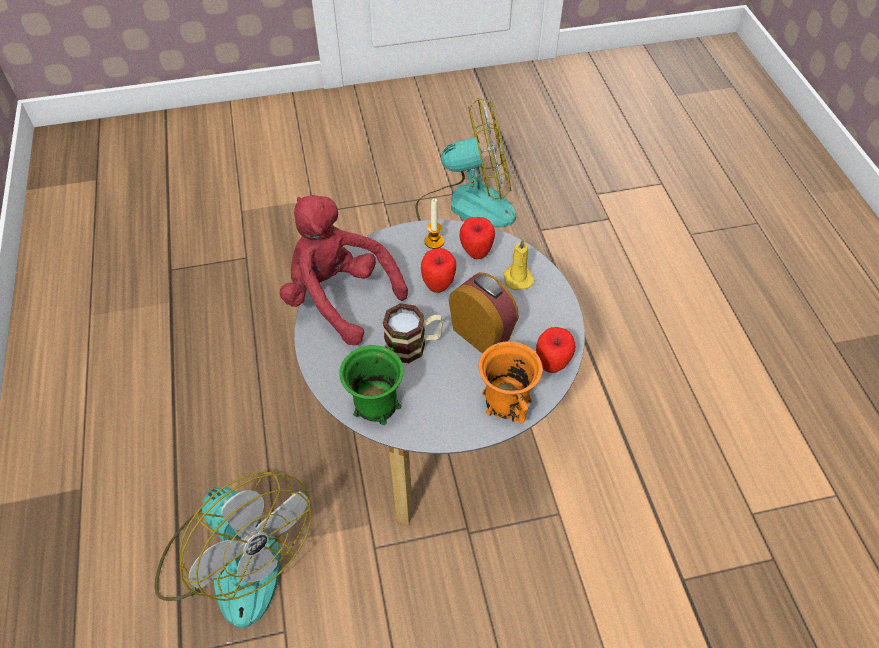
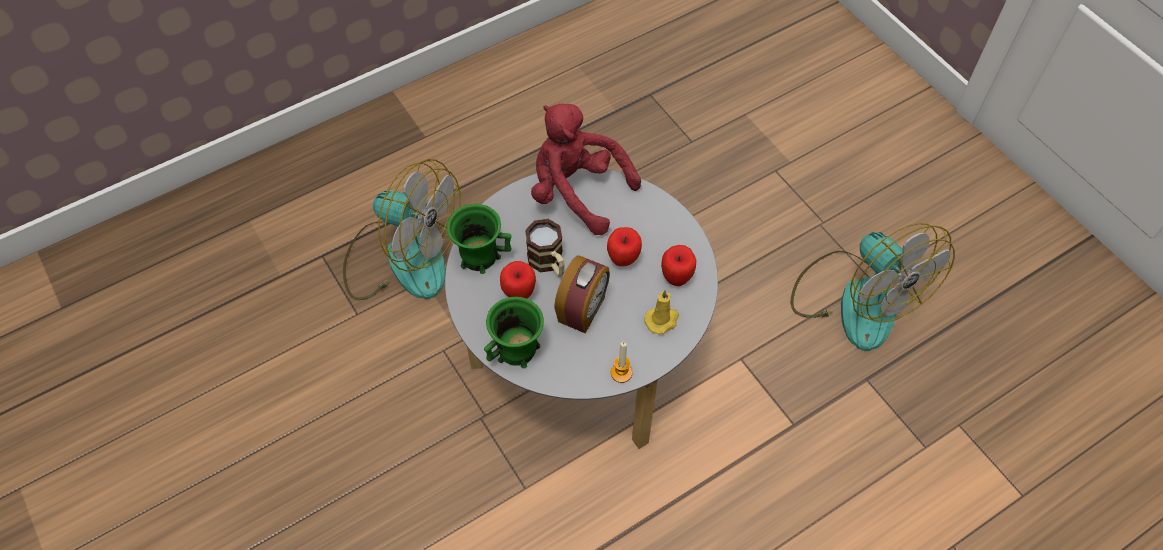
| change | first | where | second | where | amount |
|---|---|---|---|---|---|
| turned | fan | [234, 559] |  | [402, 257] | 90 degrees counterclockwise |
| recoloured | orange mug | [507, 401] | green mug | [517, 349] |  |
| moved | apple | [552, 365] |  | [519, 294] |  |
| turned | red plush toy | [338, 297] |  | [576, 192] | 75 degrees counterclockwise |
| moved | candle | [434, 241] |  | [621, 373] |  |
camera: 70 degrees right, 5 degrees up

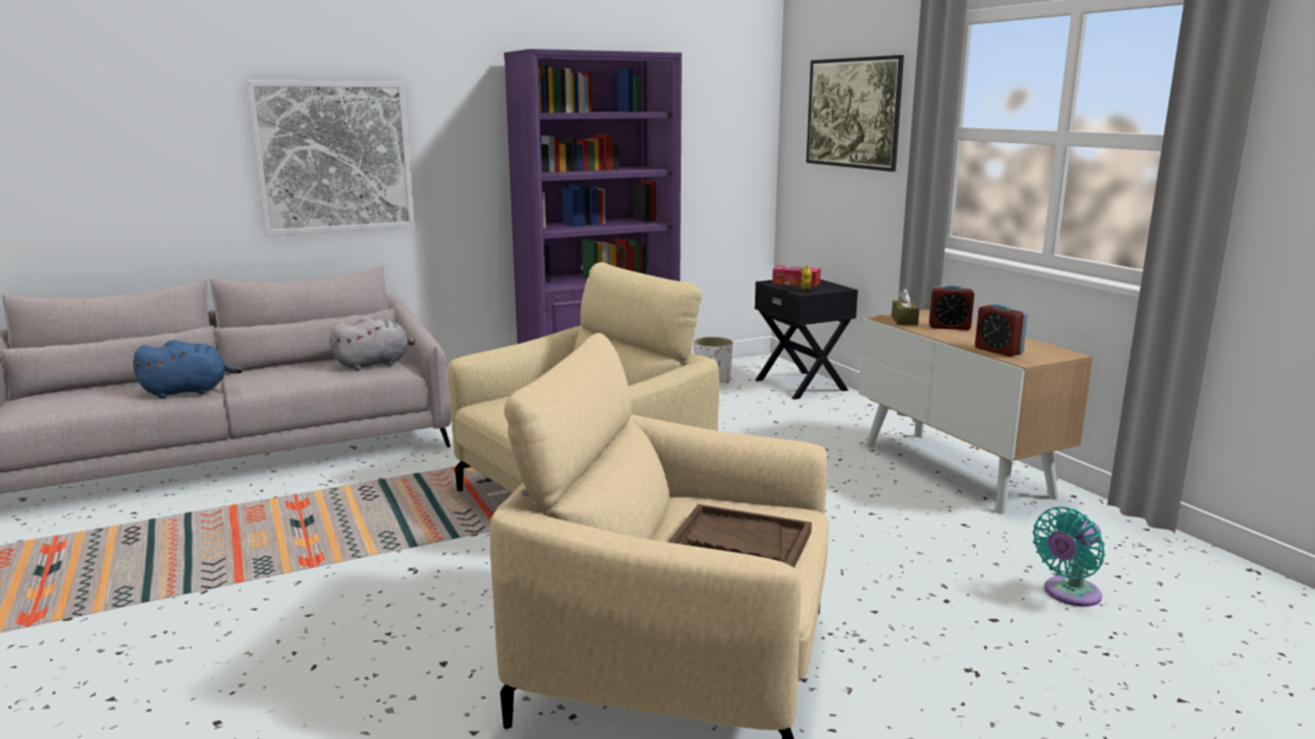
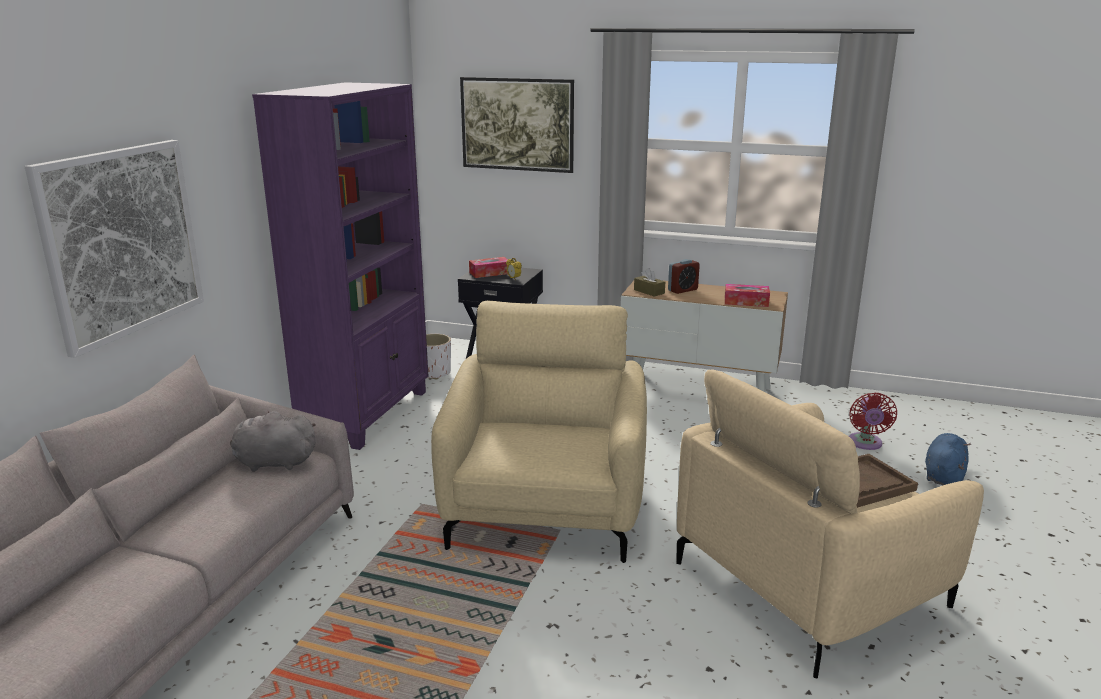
| change | first | where | second | where | amount |
|---|---|---|---|---|---|
| turned | grey plush toy | [375, 364] |  | [272, 463] | 105 degrees counterclockwise |
| replaced | alarm clock | [998, 351] | tissue box | [746, 302] |  |
| recoloured | turquoise fan | [1068, 594] | red fan | [865, 444] |  |
| moved | blue plush toy | [189, 391] |  | [943, 476] |  |
camera: 45 degrees left, 5 degrees up

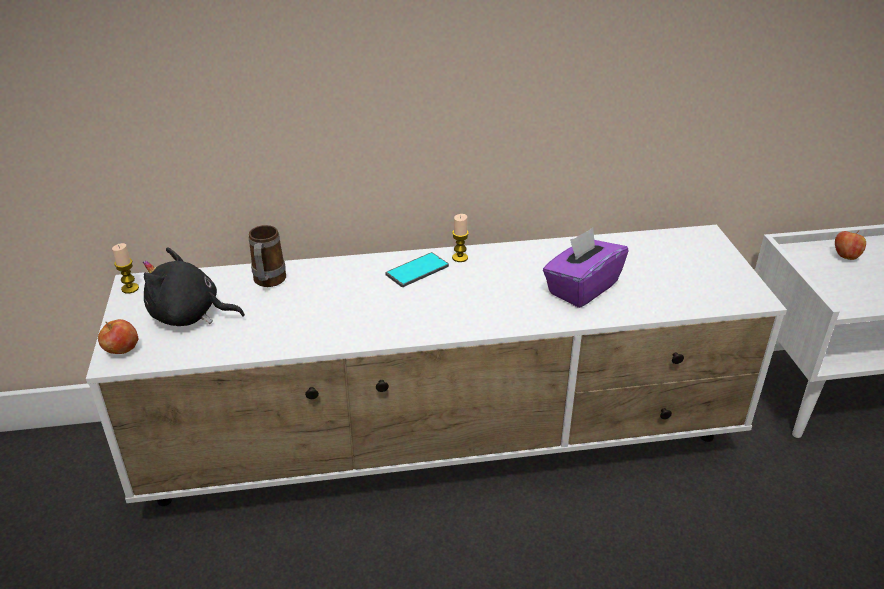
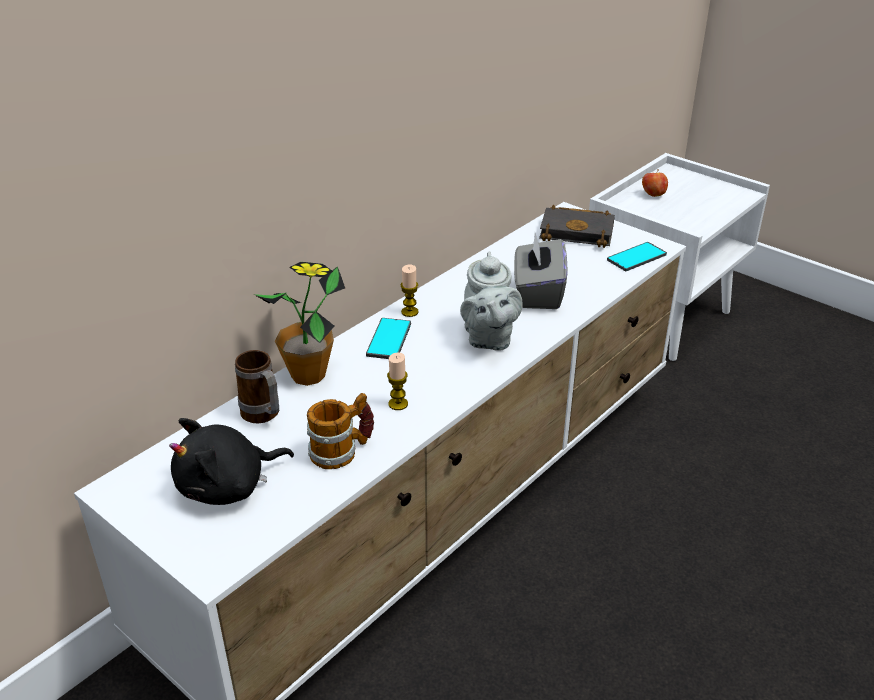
| change | first | where | second | where | amount |
|---|---|---|---|---|---|
| added |  |  | potted plant | [308, 375] |  |
| added |  |  | mug | [342, 451] |  |
| moved | candle | [130, 288] |  | [398, 404] |  |
| added |  |  | grey teapot | [488, 339] |  |
| recoloured | purple tissue box | [582, 288] | grey tissue box | [538, 293] |  |
| added |  |  | black book | [579, 232] |  |
| added |  |  | phone | [636, 257] |  |
| removed | apple | [122, 351] |  |  |  |
camera: 40 degrees left, 0 degrees up

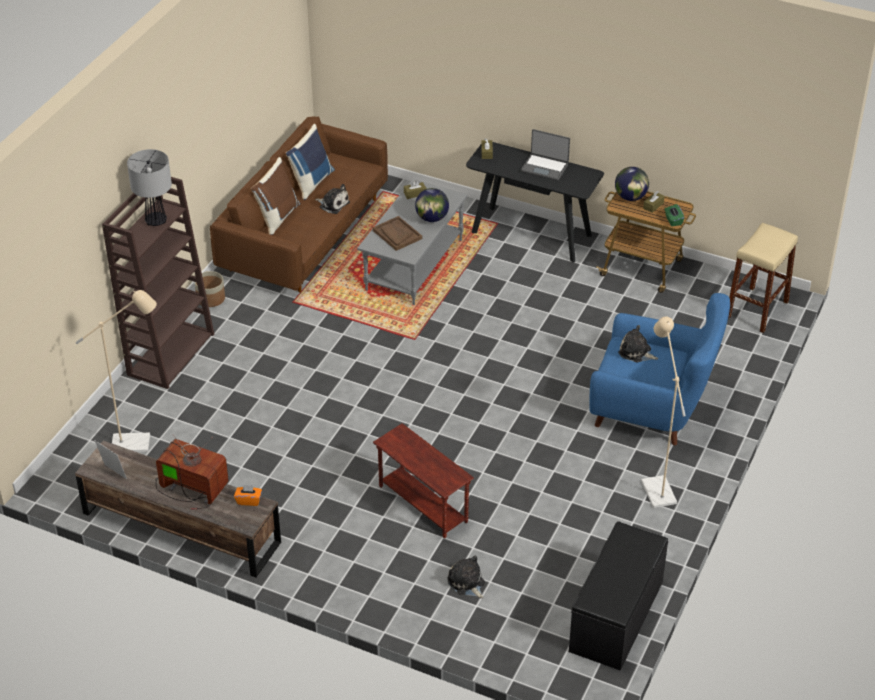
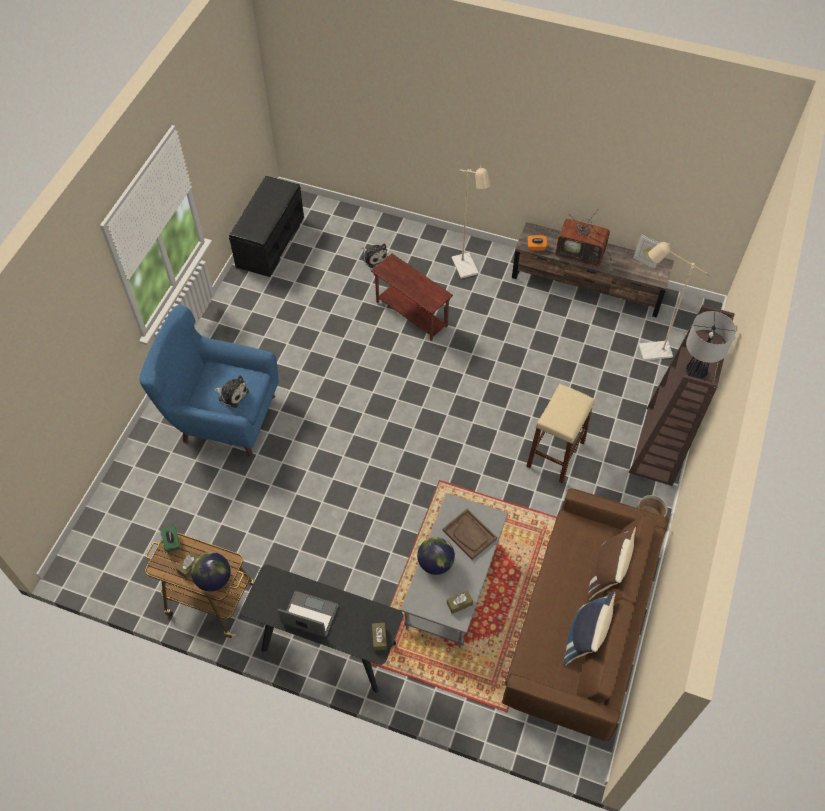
| change | first | where | second | where | amount |
|---|---|---|---|---|---|
| moved | beige floor lamp | [656, 486] |  | [467, 270] |  |
| moved | beige stool | [757, 309] |  | [555, 454] |  |
| removed | plush toy | [333, 204] |  |  |  |
camera: 175 degrees right, 15 degrees up

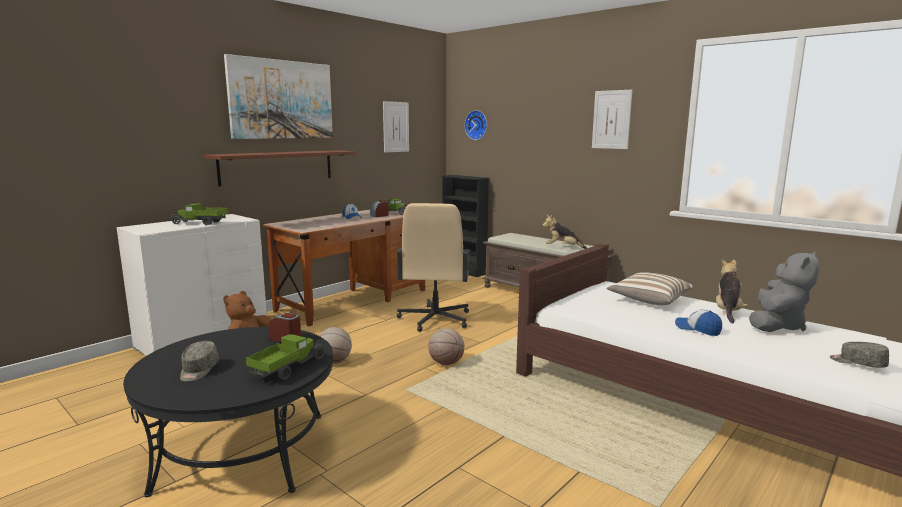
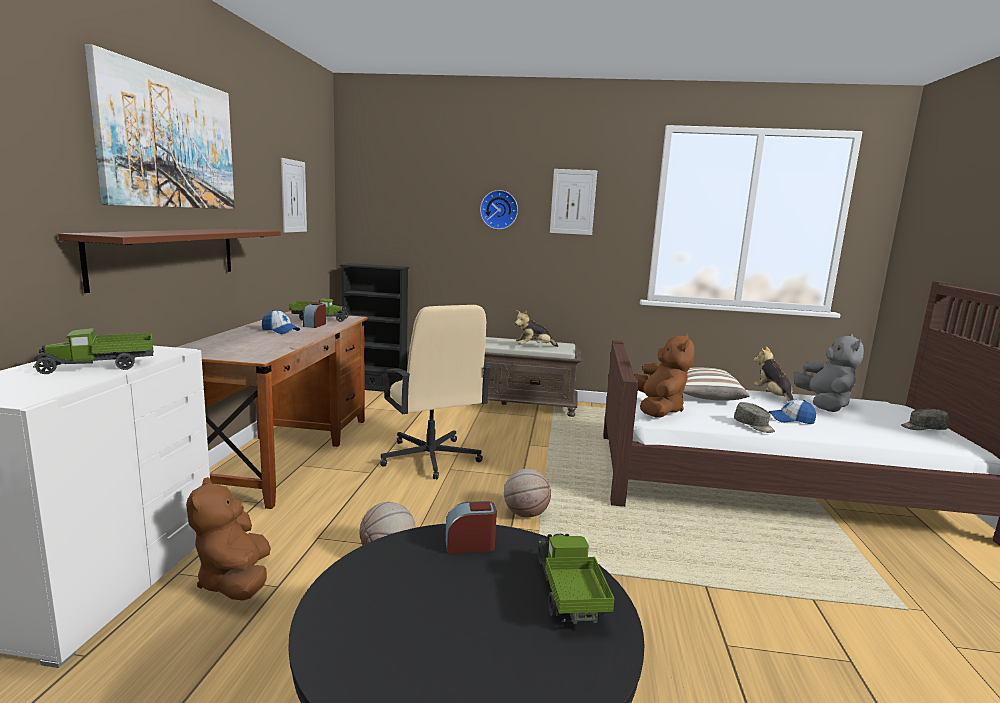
| change | first | where | second | where | amount |
|---|---|---|---|---|---|
| moved | wall clock | [477, 125] |  | [499, 209] |  |
| added |  |  | brown plush toy | [658, 409] |  |
| moved | grey cap | [198, 370] |  | [754, 426] |  |
camera: 35 degrees left, 0 degrees up

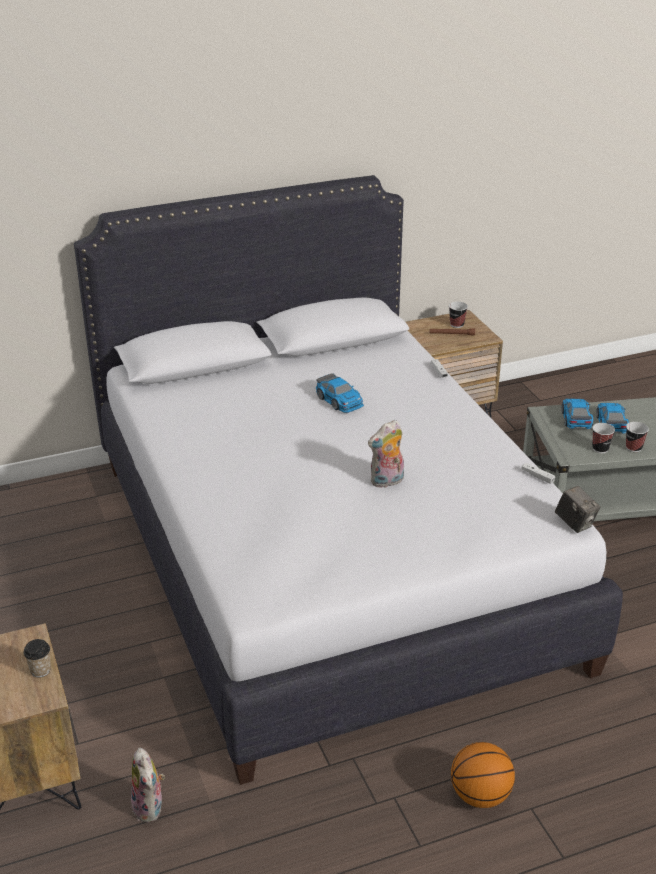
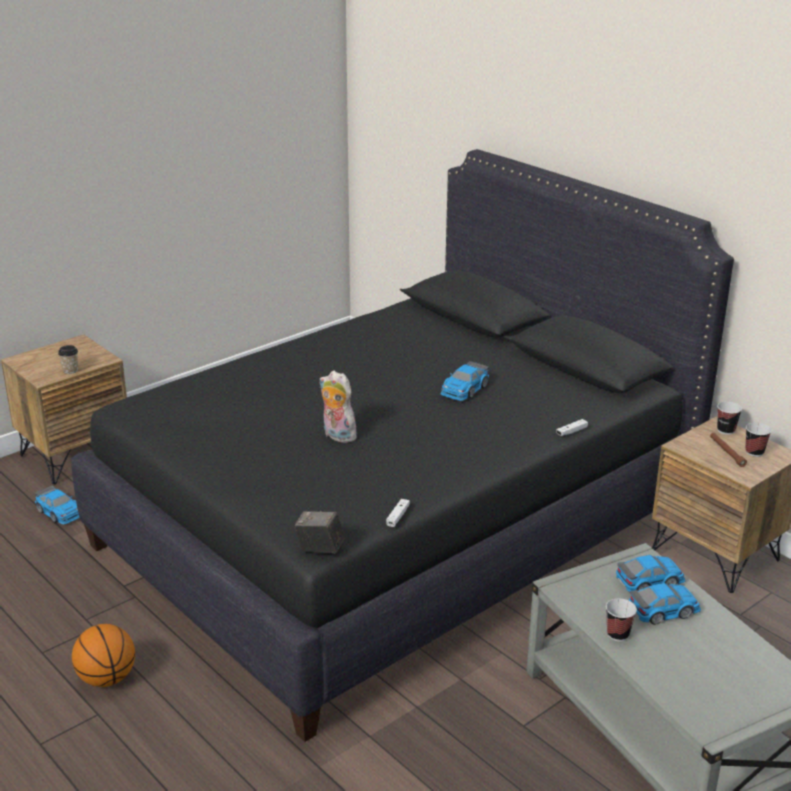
| change | first | where | second | where | amount |
|---|---|---|---|---|---|
| replaced | plush toy | [150, 808] | toy car | [59, 512] |  |
| recoloured | white bed | [326, 560] | black bed | [395, 528] |  |
| turned | photo camera | [575, 523] |  | [320, 549] | 75 degrees clockwise |
| moved | cup | [600, 449] |  | [726, 430] |  |
camera: 70 degrees right, 5 degrees down

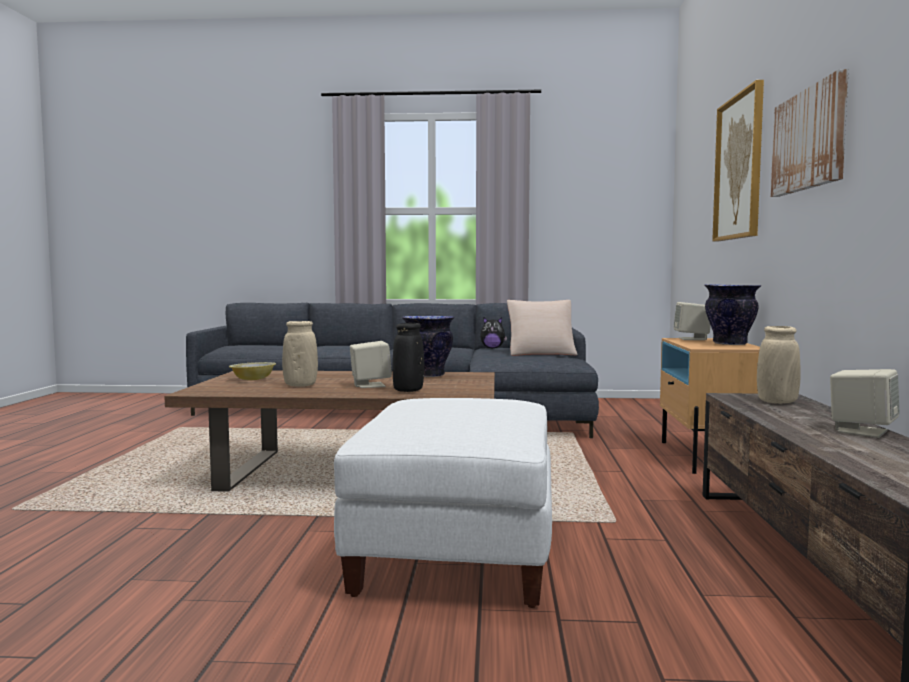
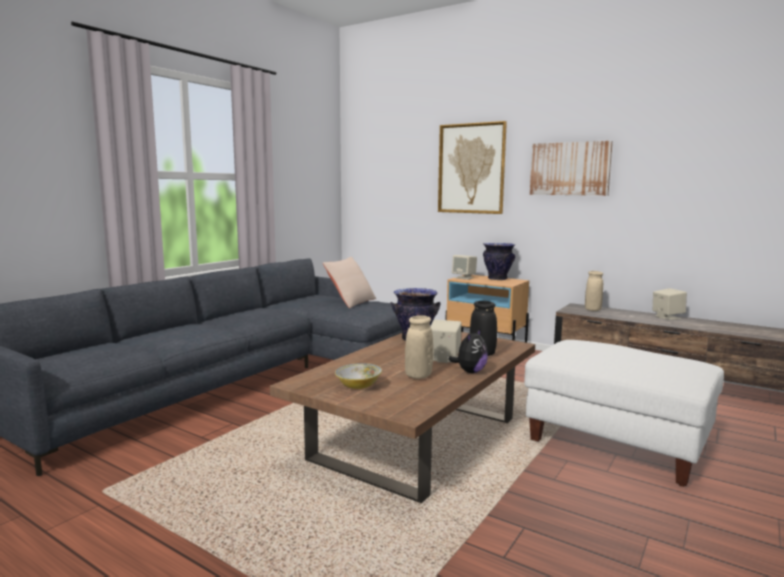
| change | first | where | second | where | amount |
|---|---|---|---|---|---|
| moved | plush toy | [492, 348] |  | [470, 371] |  |
camera: 60 degrees left, 5 degrees up

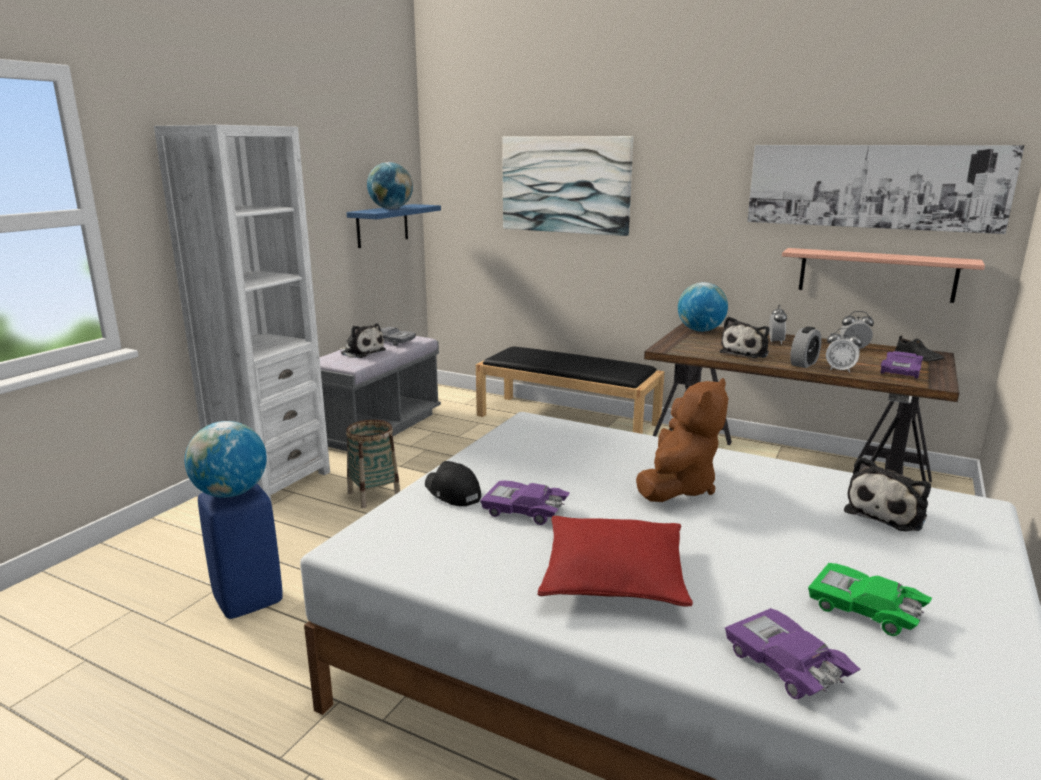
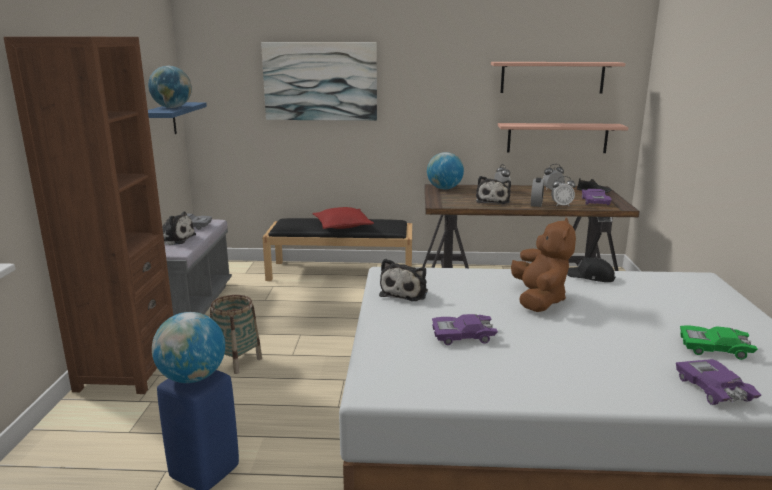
| change | first | where | second | where | amount |
|---|---|---|---|---|---|
| recoloured | white bookcase | [271, 481] | brown bookcase | [127, 370] |  |
| moved | red pillow | [613, 576] |  | [342, 226] |  |
| moved | plush toy | [887, 513] |  | [405, 292] |  |
| replaced | picture | [873, 186] | shelf | [552, 77] |  |
| moved | black cap | [452, 493] |  | [590, 277] |  |
| turned | purple toy car | [786, 665] |  | [713, 390] | 45 degrees clockwise |
camera: 25 degrees left, 0 degrees up

